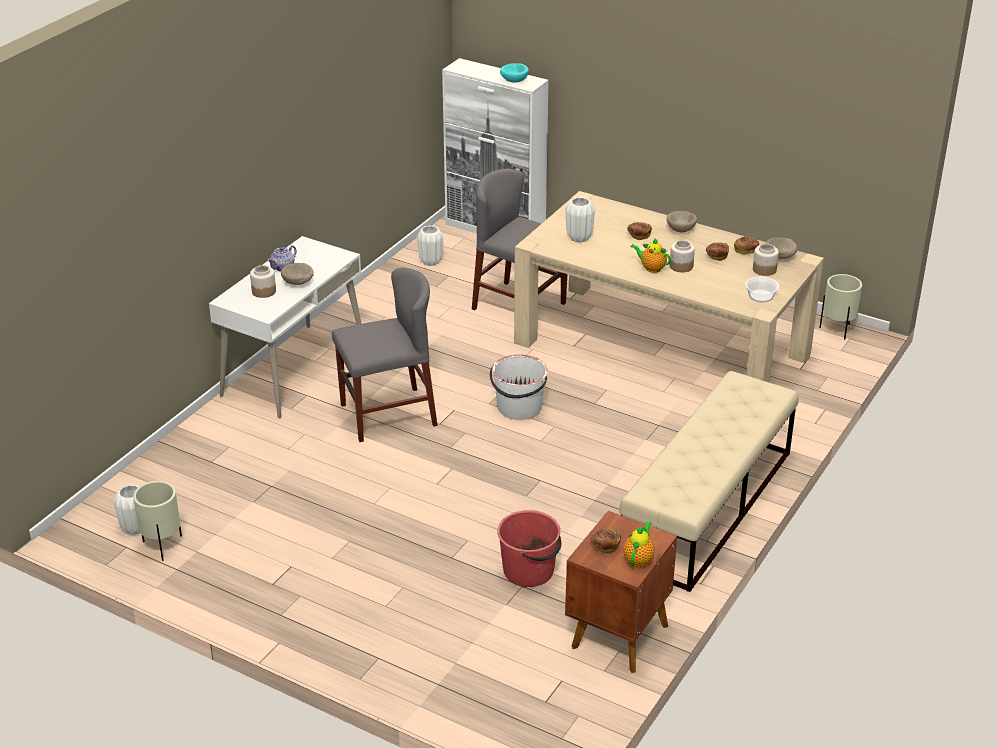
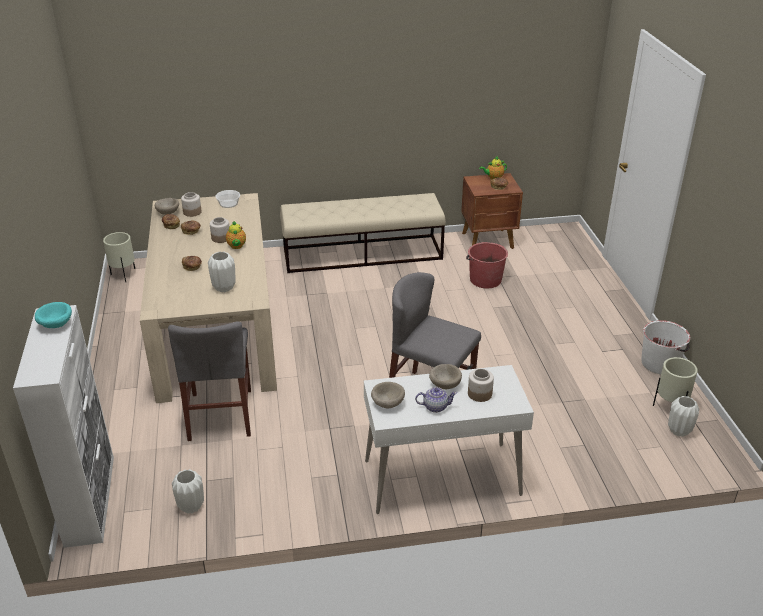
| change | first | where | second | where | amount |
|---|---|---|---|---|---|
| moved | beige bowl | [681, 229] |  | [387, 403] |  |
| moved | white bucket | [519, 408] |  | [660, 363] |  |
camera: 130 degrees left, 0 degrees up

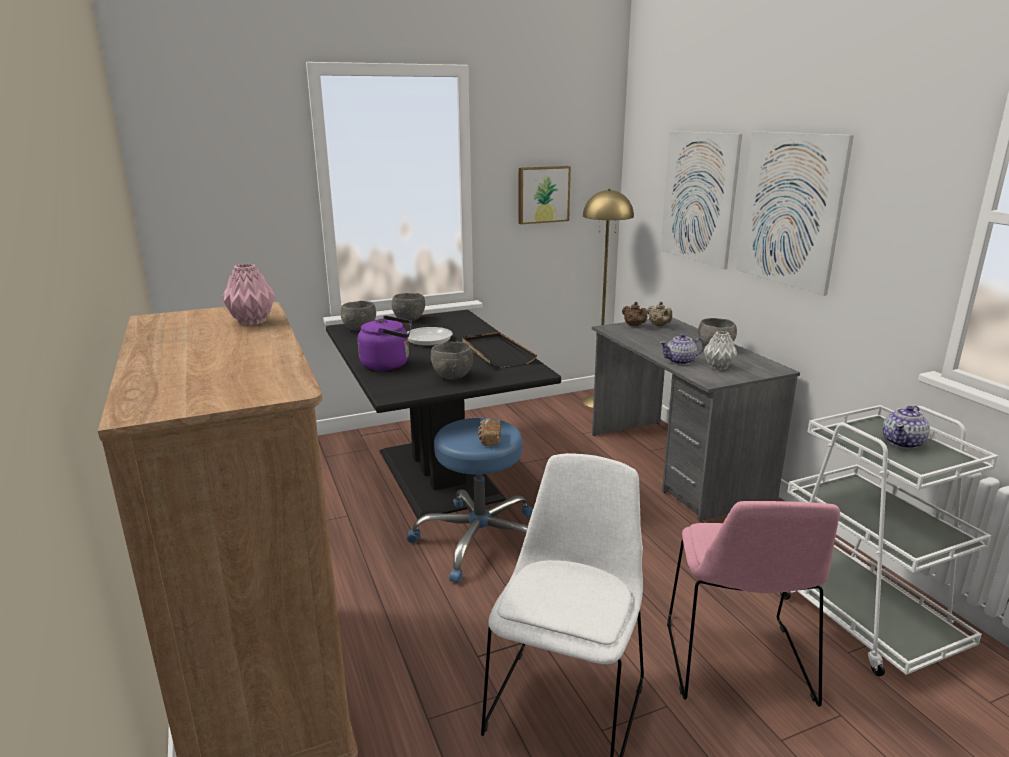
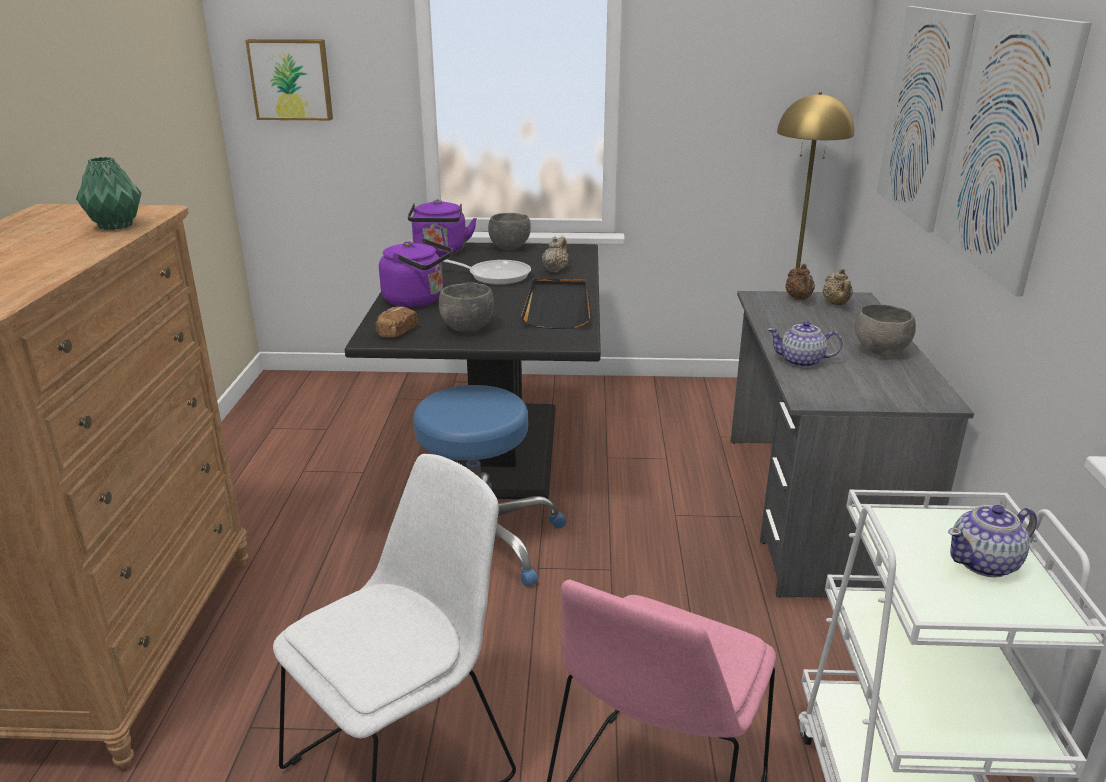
| change | first | where | second | where | amount |
|---|---|---|---|---|---|
| recoloured | pink vase | [252, 322] | green vase | [115, 226] |  |
| moved | picture | [543, 194] |  | [291, 79] |  |
| moved | bread | [489, 440] |  | [396, 332] |  |
| replaced | grey bowl | [359, 329] | purple kettle | [440, 252] |  |
| added |  |  | beige teapot | [555, 270] |  |
| removed | grey vase | [719, 367] |  |  |  |
camera: 25 degrees right, 5 degrees up

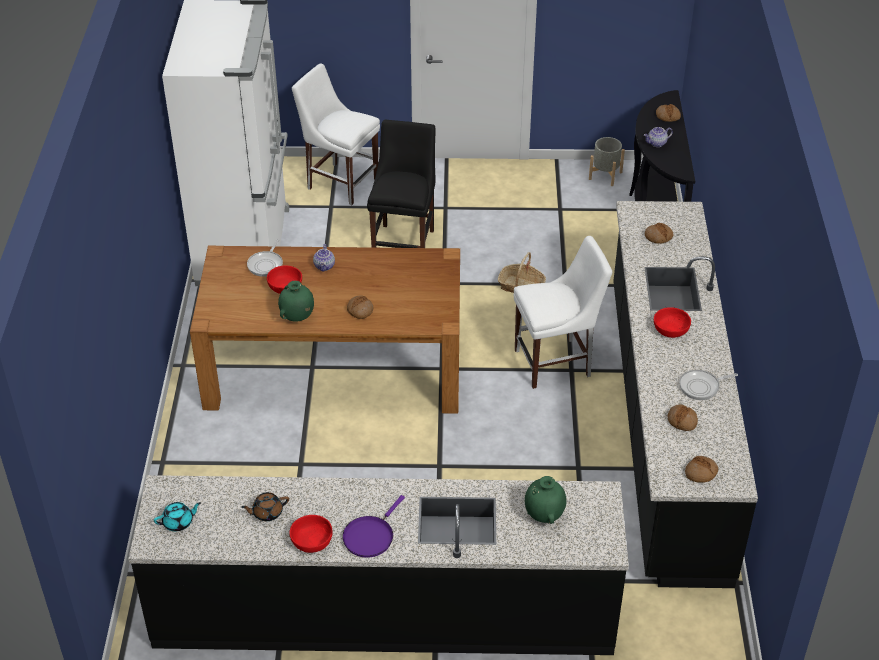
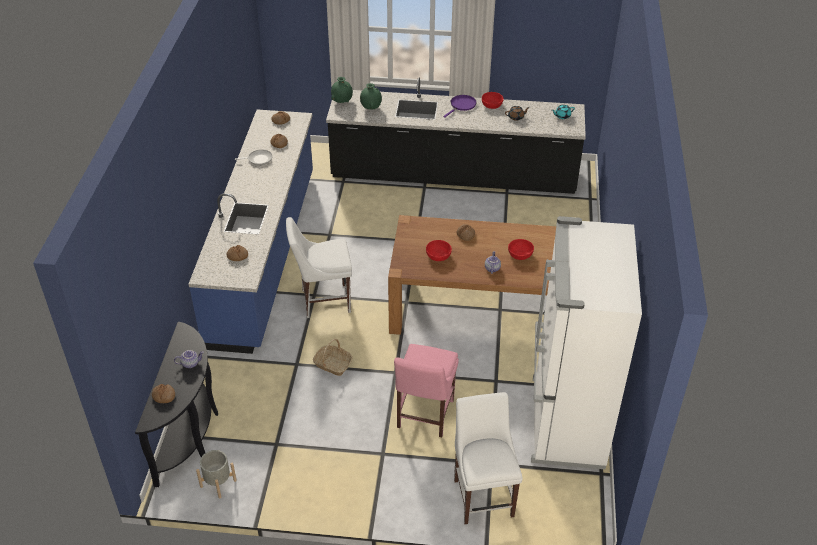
| change | first | where | second | where | amount |
|---|---|---|---|---|---|
| recoloured | black counter | [665, 425] | blue counter | [264, 255] |  |
| moved | green vase | [297, 317] |  | [342, 102] |  |
| recoloured | black chair | [405, 242] | pink chair | [424, 416] |  |
| moved | red bowl | [670, 330] |  | [438, 256] |  |
| turned | white chair | [340, 182] |  | [483, 495] | 135 degrees counterclockwise |
| removed | frying pan | [266, 264] |  |  |  |
camera: 175 degrees left, 0 degrees up

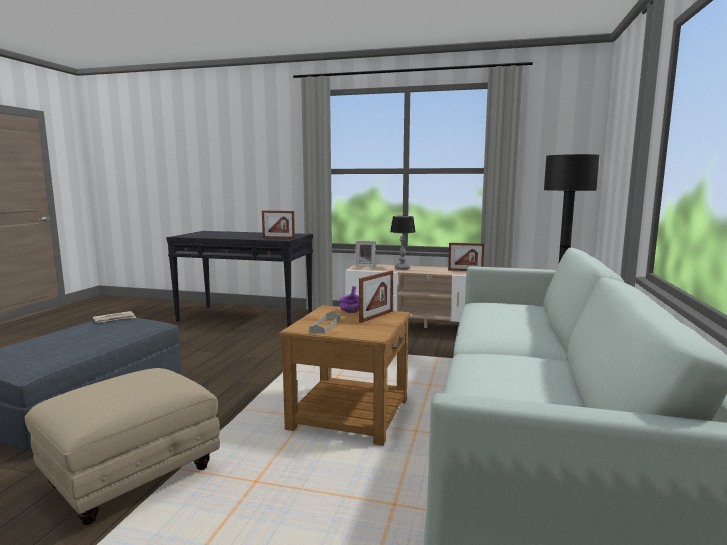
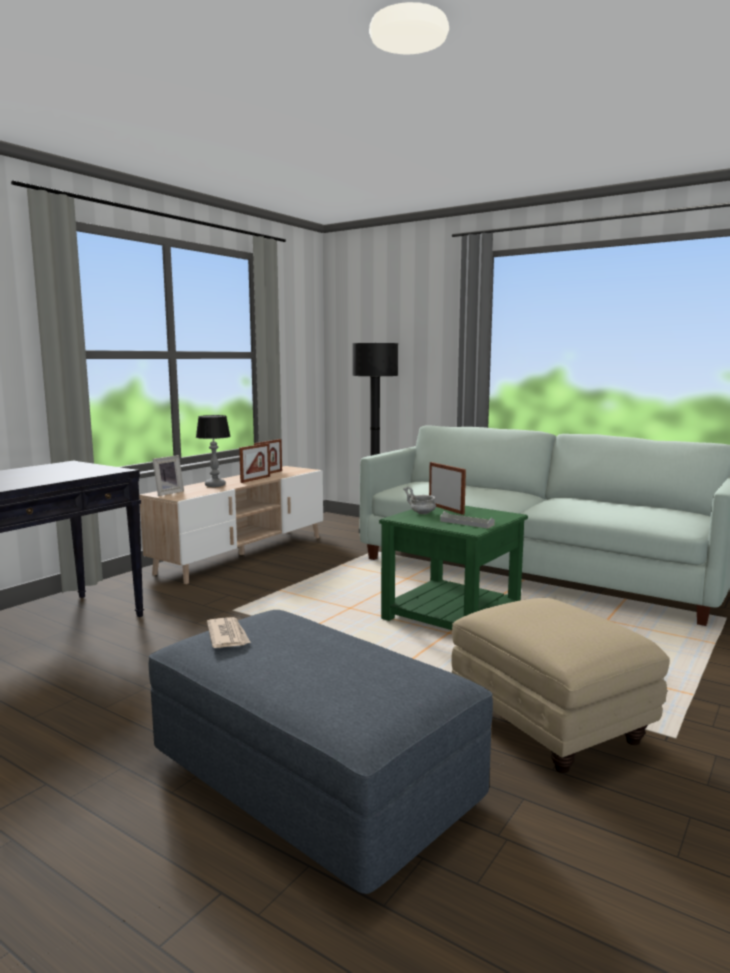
| change | first | where | second | where | amount |
|---|---|---|---|---|---|
| moved | picture frame | [278, 238] |  | [255, 479] |  |
| recoloured | brown side table | [350, 414] | green side table | [451, 615] |  |
| recoloured | purple bowl | [351, 312] | grey bowl | [421, 513] |  |
camera: 70 degrees left, 0 degrees up

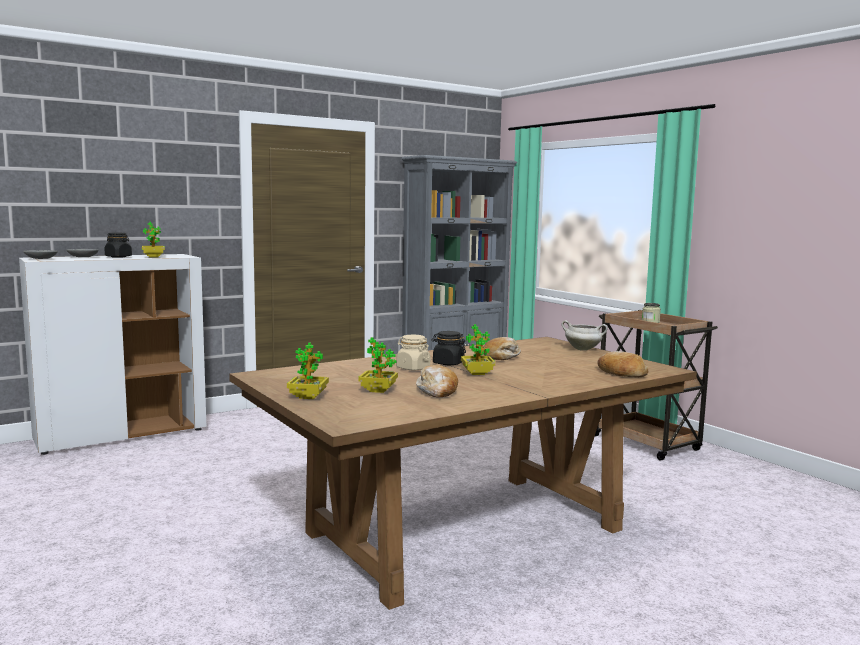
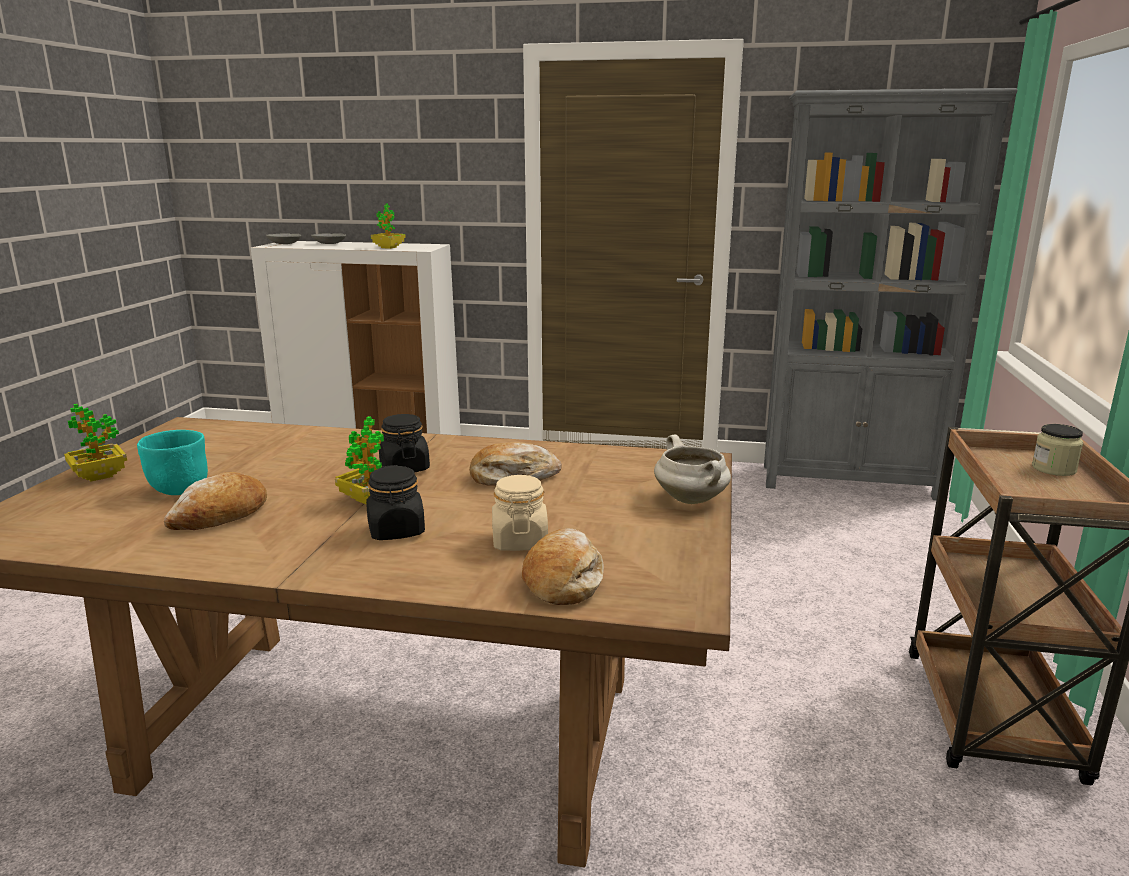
| change | first | where | second | where | amount |
|---|---|---|---|---|---|
| replaced | potted plant | [378, 390] | turquoise bowl | [179, 490] |  |
| moved | black jar | [118, 257] |  | [396, 531] |  |
| moved | beige jar | [413, 368] |  | [519, 541] |  |
camera: 45 degrees right, 10 degrees up

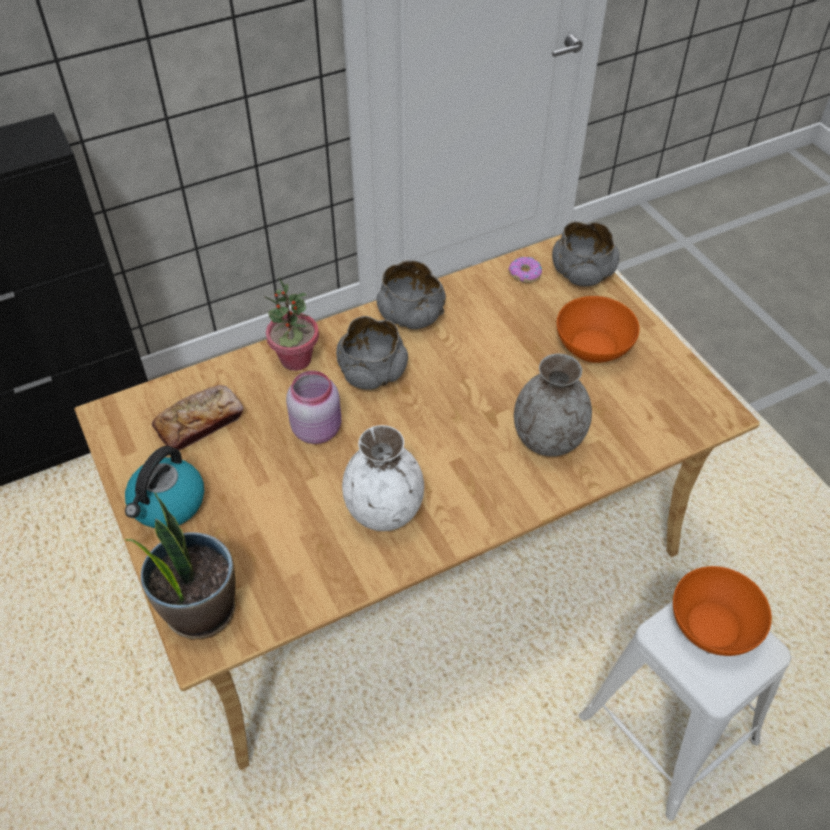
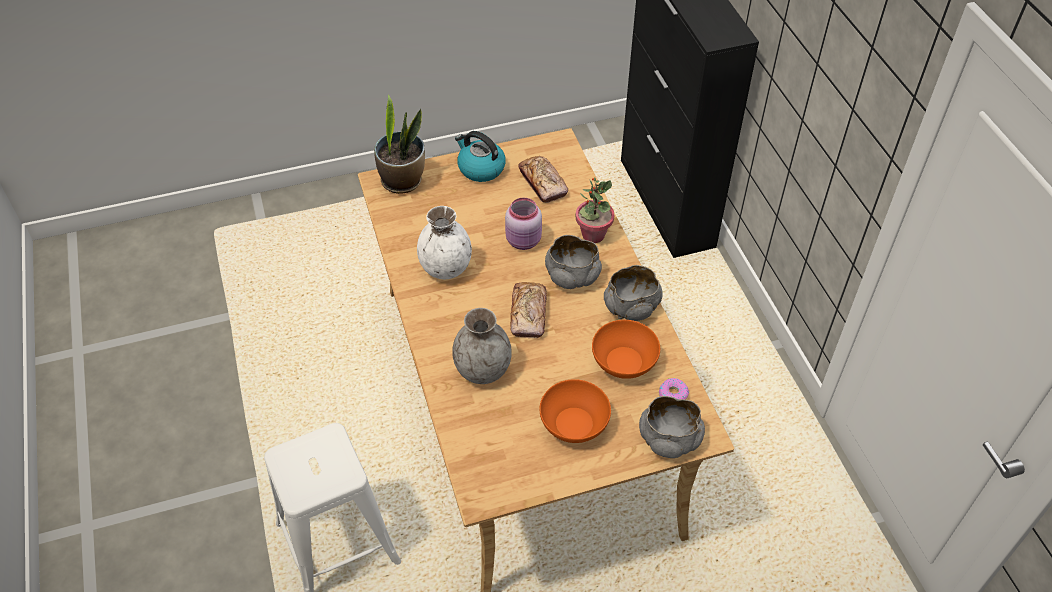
| change | first | where | second | where | amount |
|---|---|---|---|---|---|
| added |  |  | bread | [528, 314] |  |
| moved | orange bowl | [713, 625] |  | [624, 362] |  |
camera: 100 degrees right, 0 degrees up

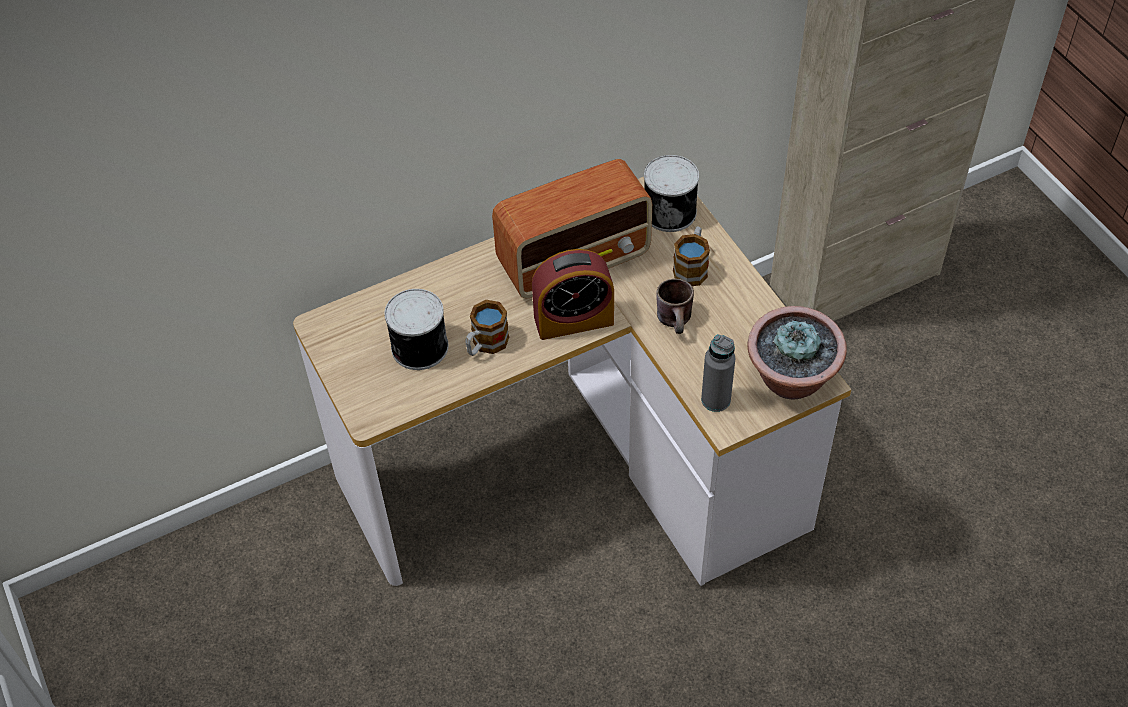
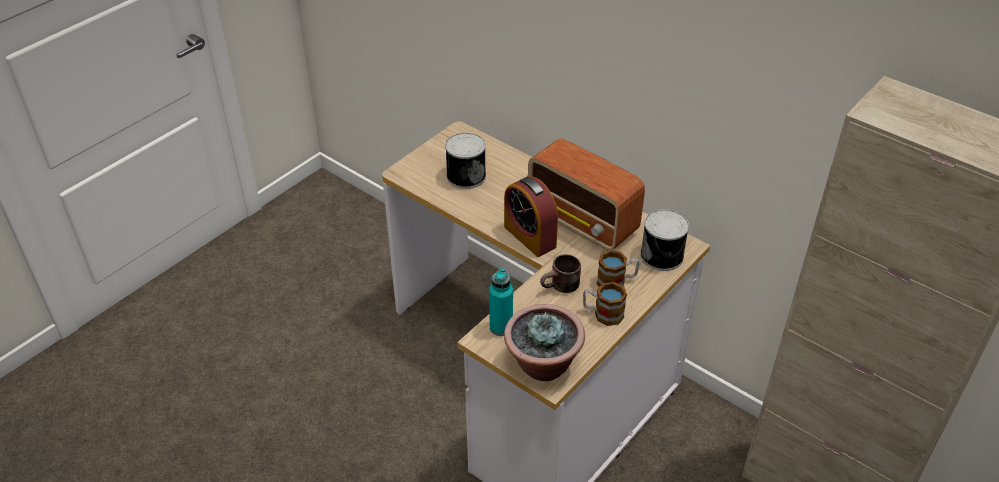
| change | first | where | second | where | amount |
|---|---|---|---|---|---|
| recoloured | grey bottle | [715, 400] | turquoise bottle | [501, 327] |  |
| moved | mug | [485, 345] |  | [602, 314] |  |
camera: 65 degrees right, 10 degrees down

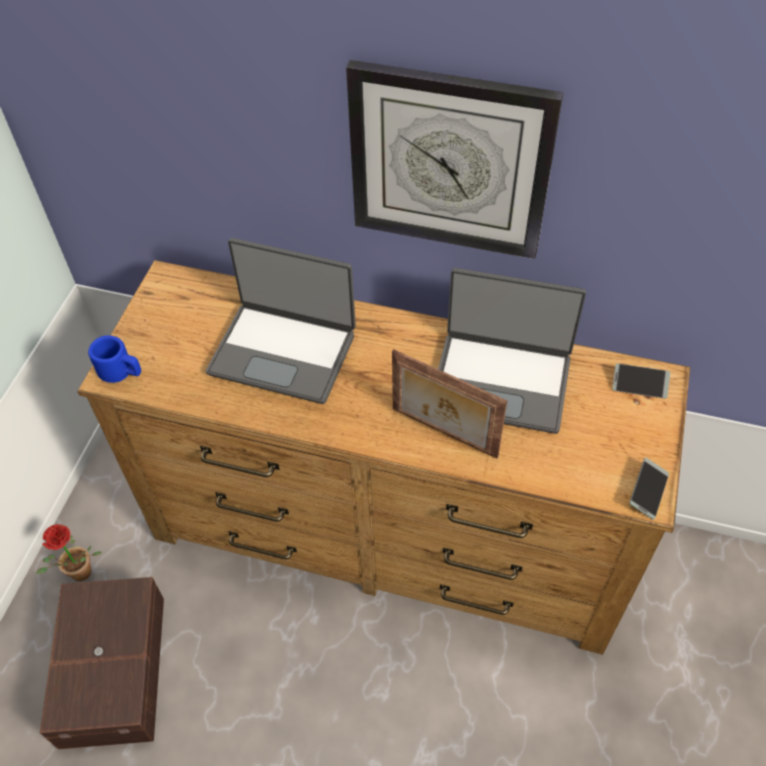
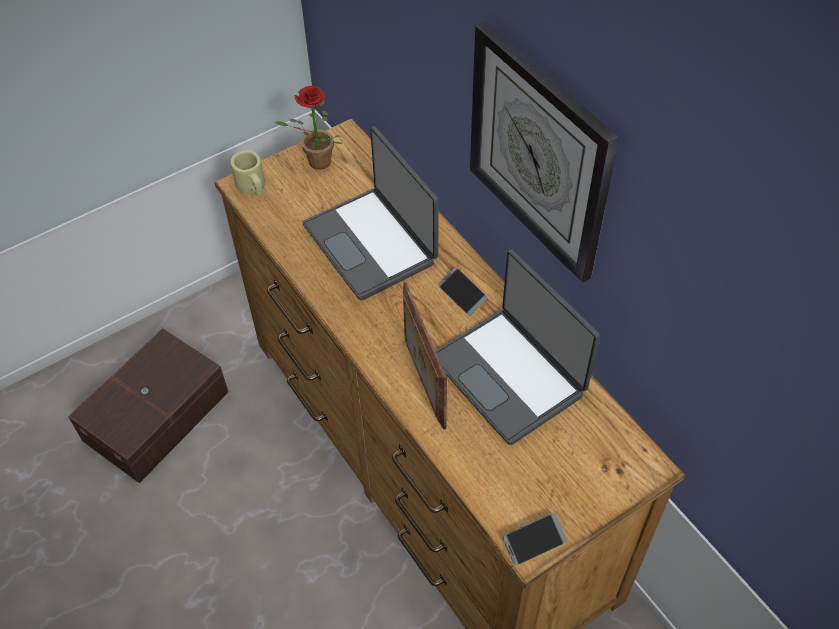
| change | first | where | second | where | amount |
|---|---|---|---|---|---|
| recoloured | blue mug | [121, 371] | beige mug | [252, 186] |  |
| moved | potted plant | [79, 576] |  | [315, 164] |  |
| moved | phone | [639, 384] |  | [462, 295] |  |
camera: 40 degrees right, 0 degrees up

